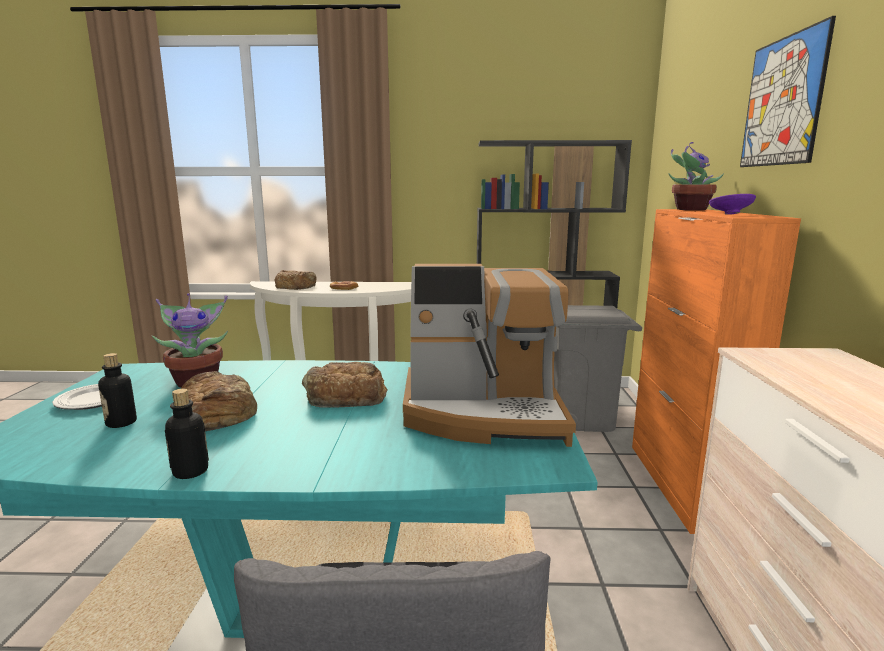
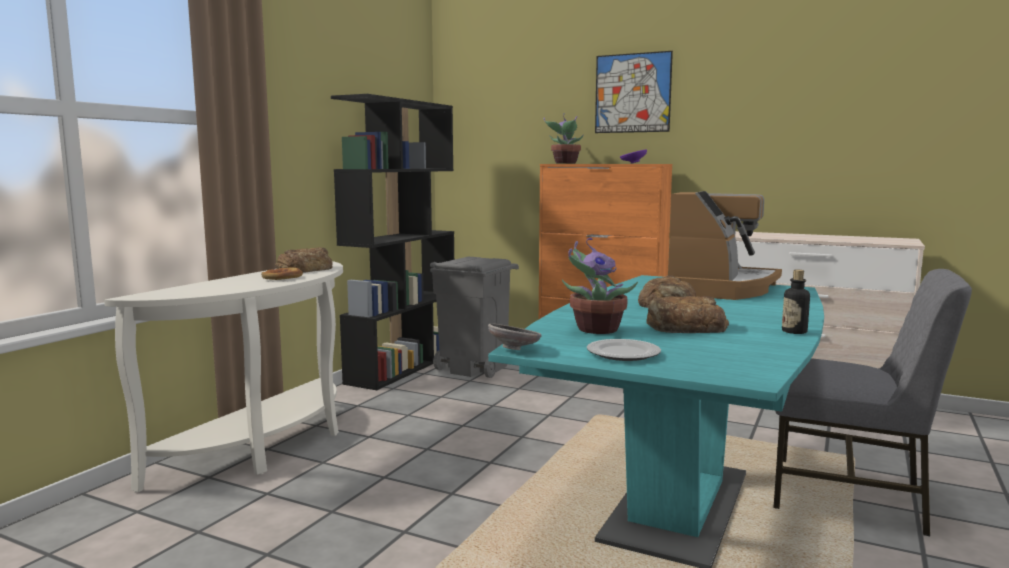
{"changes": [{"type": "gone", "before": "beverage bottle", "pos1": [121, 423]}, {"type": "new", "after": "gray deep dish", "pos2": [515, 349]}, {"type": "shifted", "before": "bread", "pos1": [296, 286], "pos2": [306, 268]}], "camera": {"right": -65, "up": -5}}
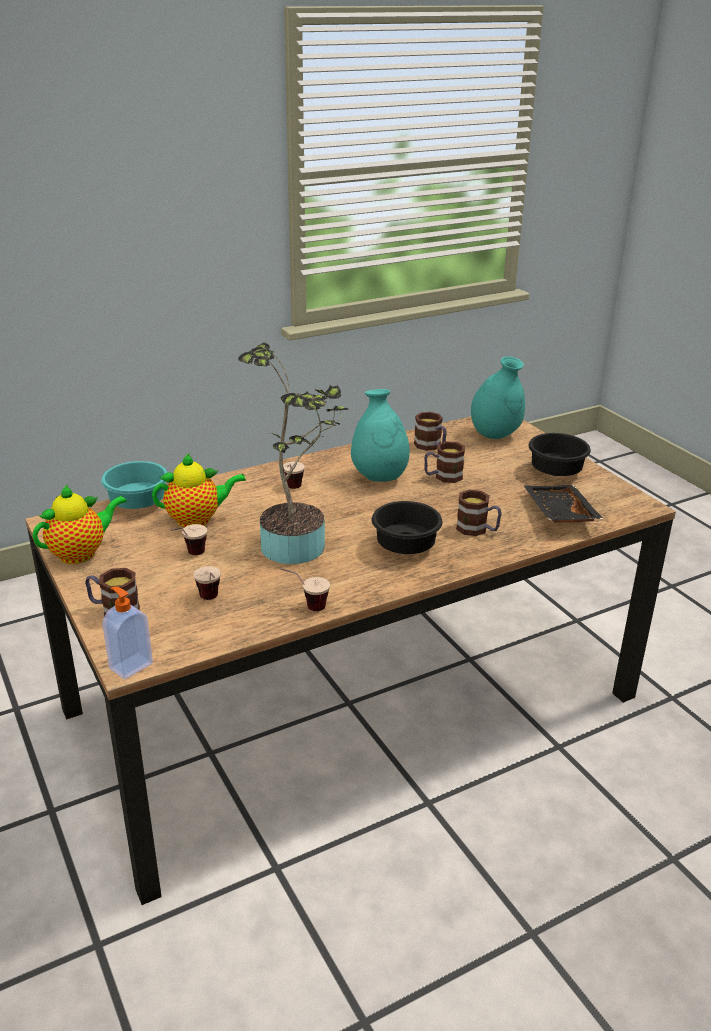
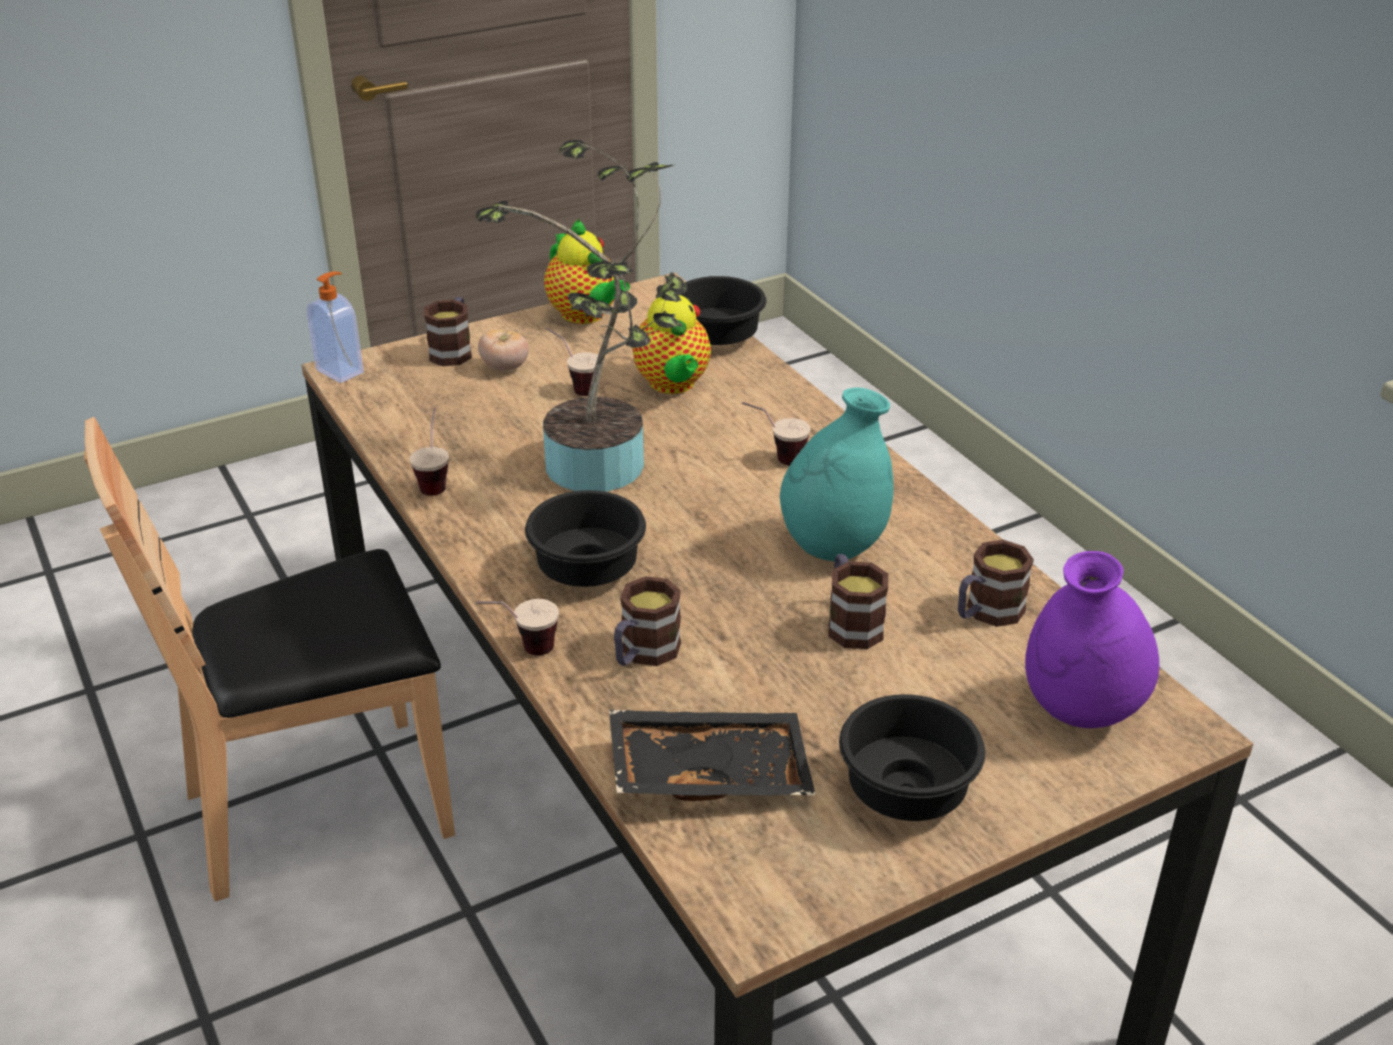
{"changes": [{"type": "new", "after": "brown-coloured upright chair", "pos2": [322, 808]}, {"type": "new", "after": "fresh tomato", "pos2": [504, 368]}, {"type": "shifted", "before": "small cup", "pos1": [211, 601], "pos2": [521, 651]}, {"type": "repainted", "before": "turquoise-coloured deep dish", "after": "blackish deep dish", "pos1": [136, 504], "pos2": [715, 337]}, {"type": "repainted", "before": "turquoise-coloured vase", "after": "purple-coloured vase", "pos1": [495, 435], "pos2": [1080, 711]}], "camera": {"right": 90, "up": 5}}
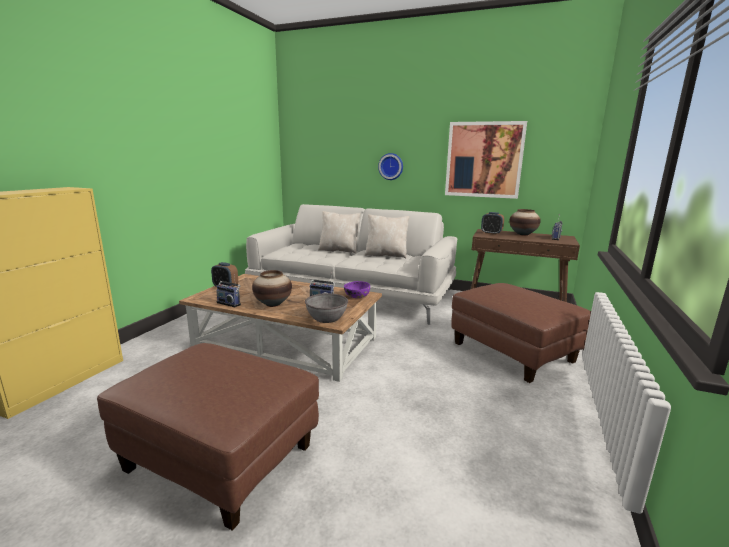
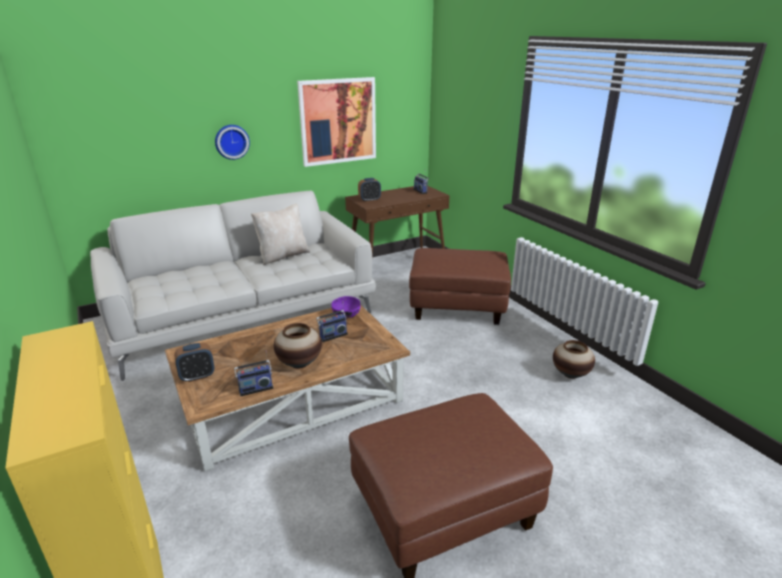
{"changes": [{"type": "gone", "before": "gray deep dish", "pos1": [326, 318]}, {"type": "gone", "before": "sand-coloured pillow", "pos1": [339, 250]}, {"type": "shifted", "before": "vase", "pos1": [522, 234], "pos2": [570, 374]}], "camera": {"right": -50, "up": 10}}
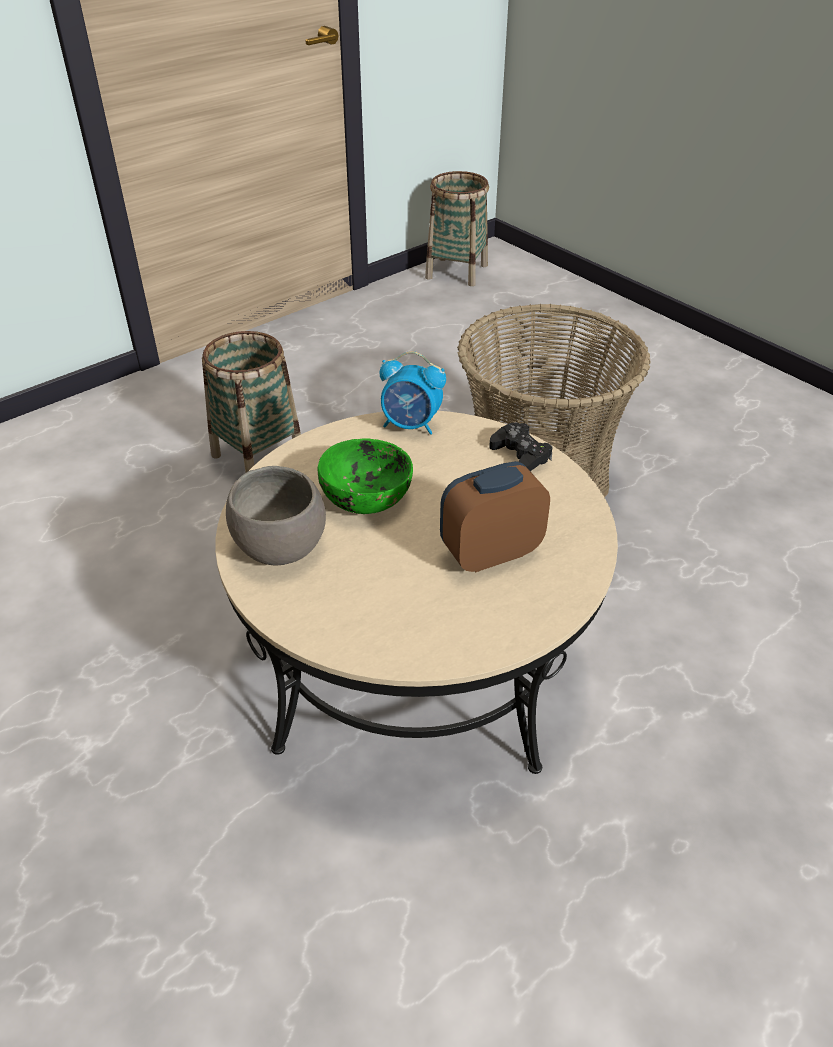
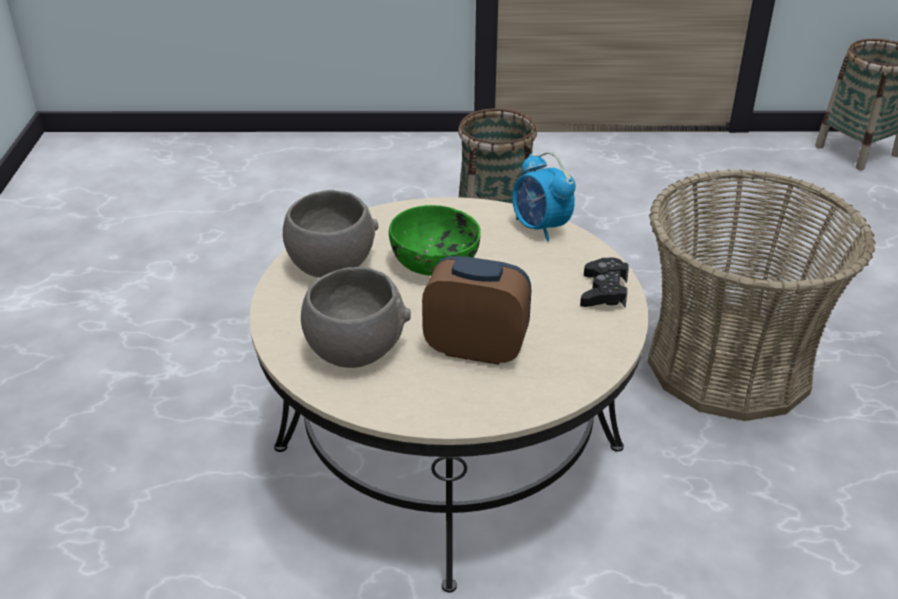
{"changes": [{"type": "new", "after": "gray deep dish", "pos2": [355, 348]}], "camera": {"right": 40, "up": -5}}
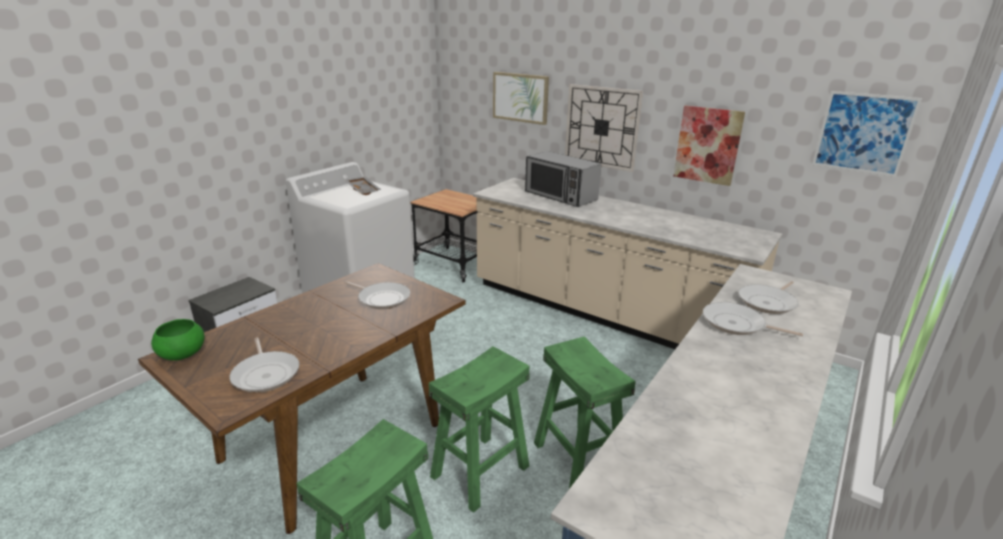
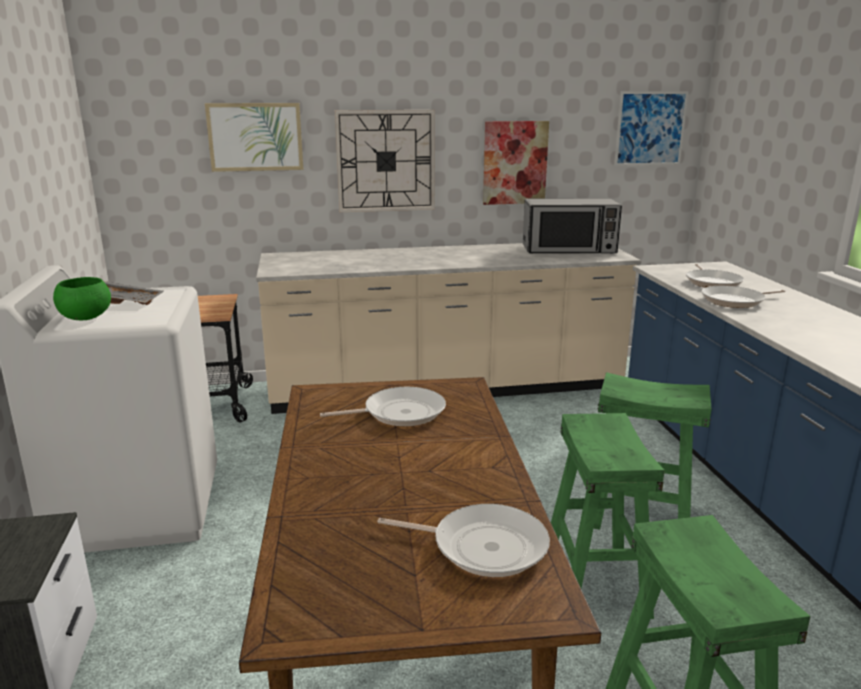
{"changes": [{"type": "shifted", "before": "green deep dish", "pos1": [182, 355], "pos2": [85, 318]}, {"type": "shifted", "before": "kitchen microwave", "pos1": [560, 196], "pos2": [569, 250]}], "camera": {"right": -45, "up": -5}}
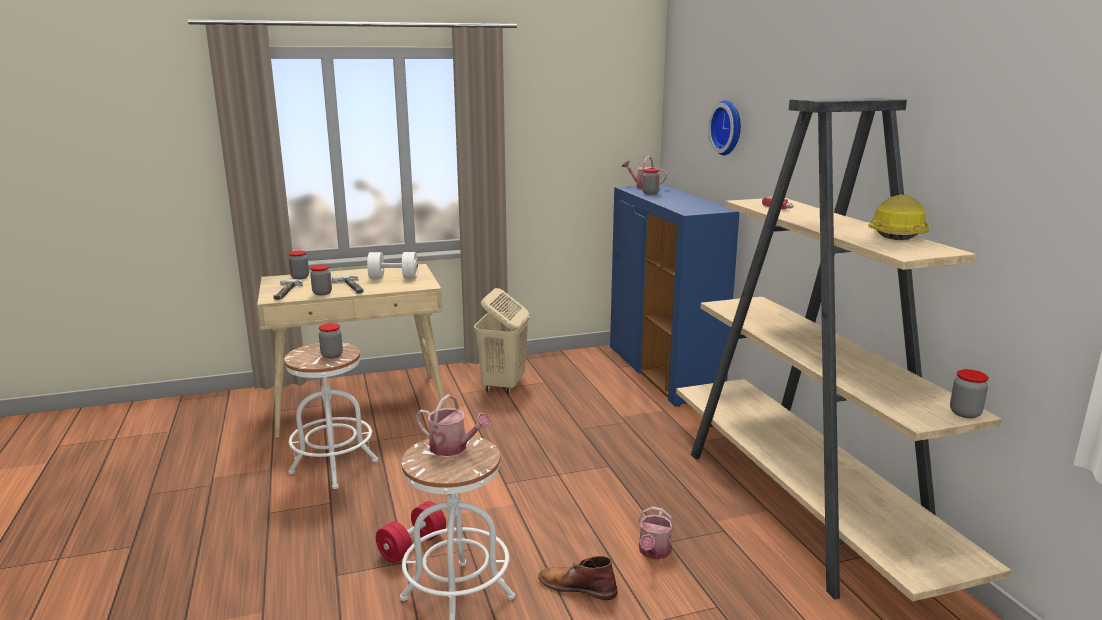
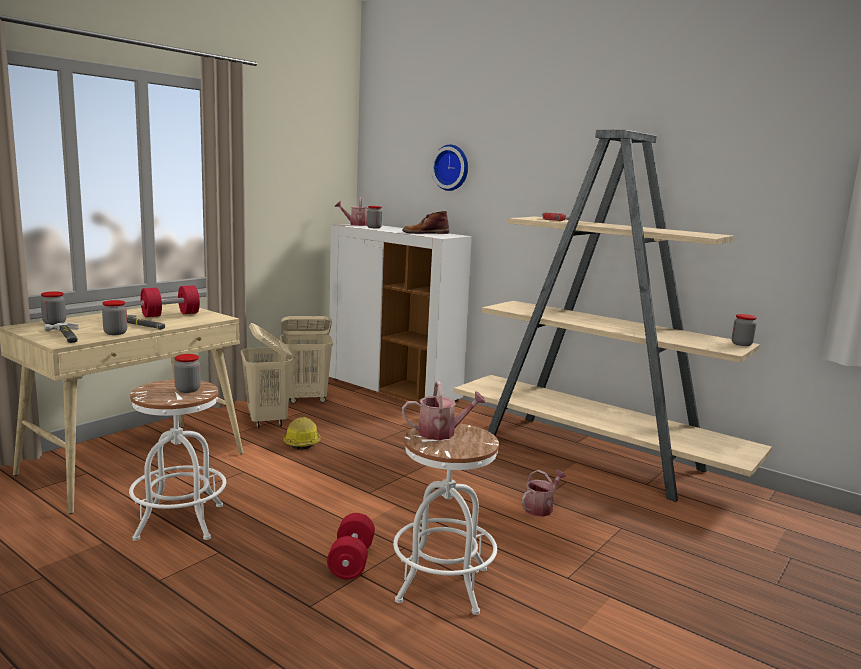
{"changes": [{"type": "new", "after": "sand-coloured hamper", "pos2": [306, 399]}, {"type": "shifted", "before": "brown-coloured high-top boot", "pos1": [577, 586], "pos2": [425, 233]}, {"type": "shifted", "before": "hard hat", "pos1": [897, 233], "pos2": [302, 442]}, {"type": "repainted", "before": "white-coloured dumbbell", "after": "reddish dumbbell", "pos1": [393, 278], "pos2": [170, 315]}, {"type": "repainted", "before": "blue cupboard", "after": "white-coloured cupboard", "pos1": [664, 374], "pos2": [394, 389]}, {"type": "rotated", "before": "watering can", "pos1": [653, 552], "pos2": [541, 508], "turn": -120}], "camera": {"right": -35, "up": -5}}
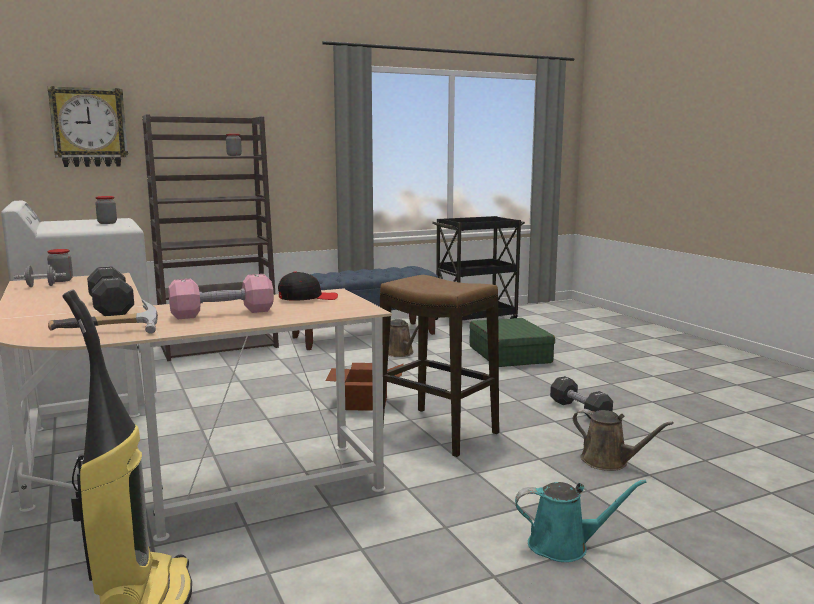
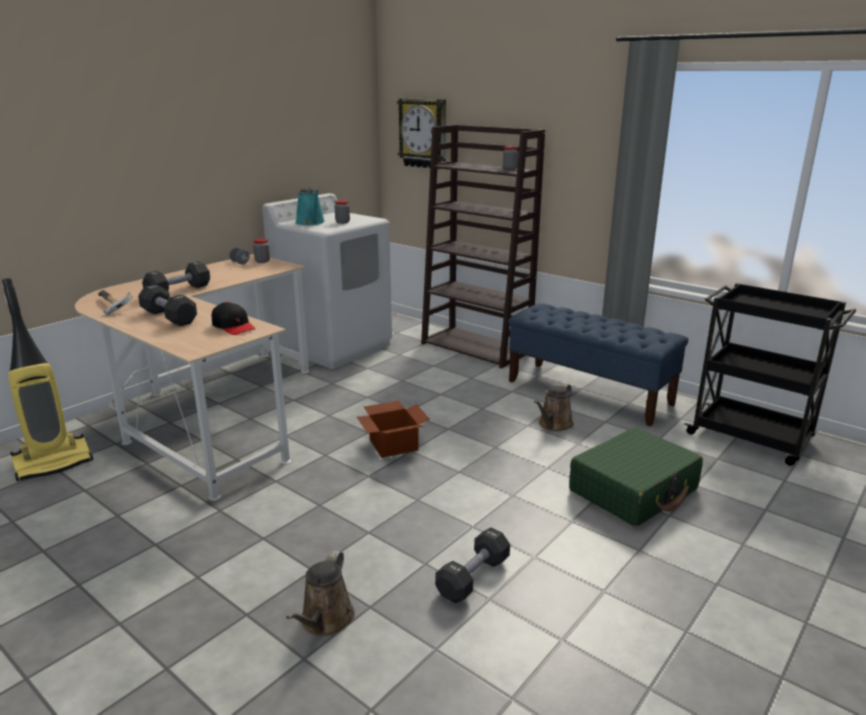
{"changes": [{"type": "gone", "before": "stool", "pos1": [437, 432]}, {"type": "shifted", "before": "turquoise-coloured watering can", "pos1": [564, 545], "pos2": [311, 223]}, {"type": "repainted", "before": "pink-coloured dumbbell", "after": "blackish dumbbell", "pos1": [222, 313], "pos2": [169, 317]}], "camera": {"right": 65, "up": 10}}
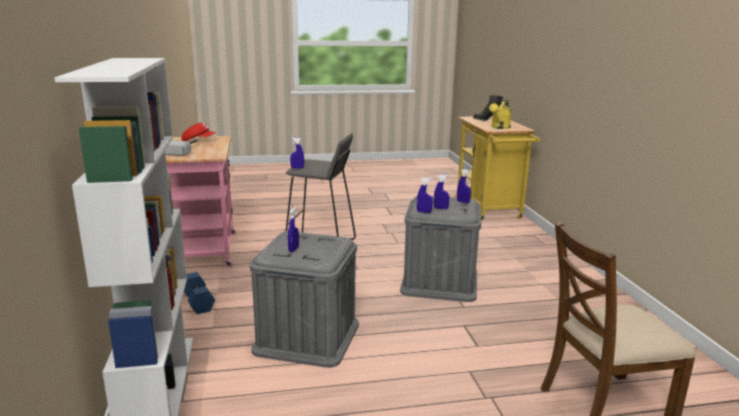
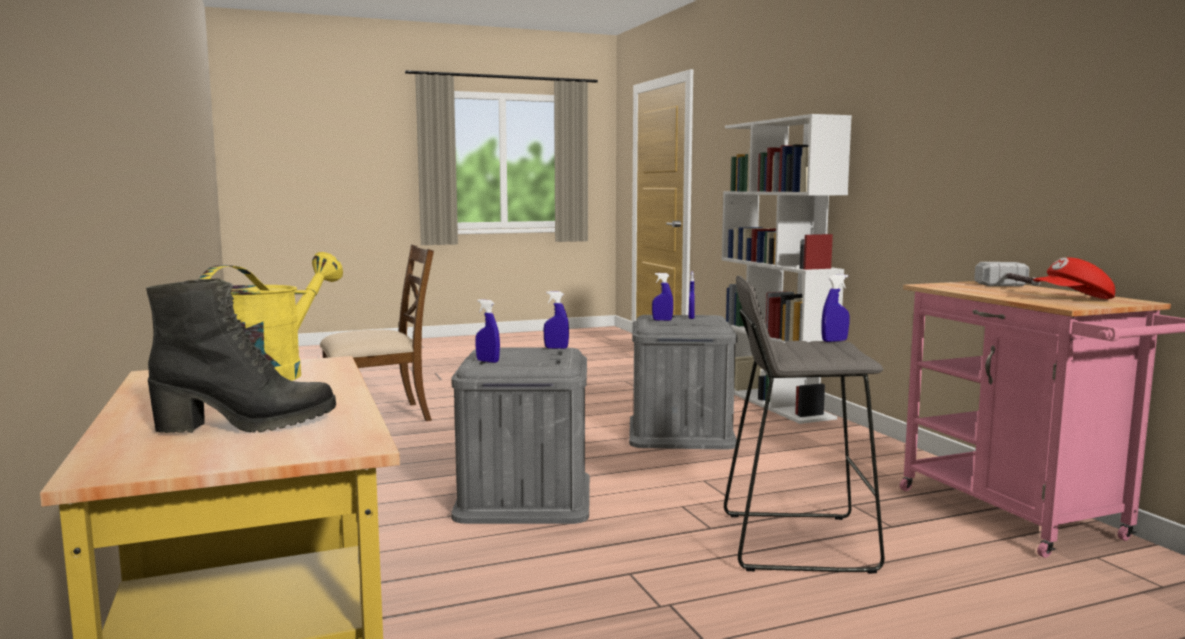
{"changes": [{"type": "gone", "before": "blue dumbbell", "pos1": [197, 302]}, {"type": "shifted", "before": "blue hand sprayer", "pos1": [440, 208], "pos2": [662, 320]}], "camera": {"right": 170, "up": -10}}
